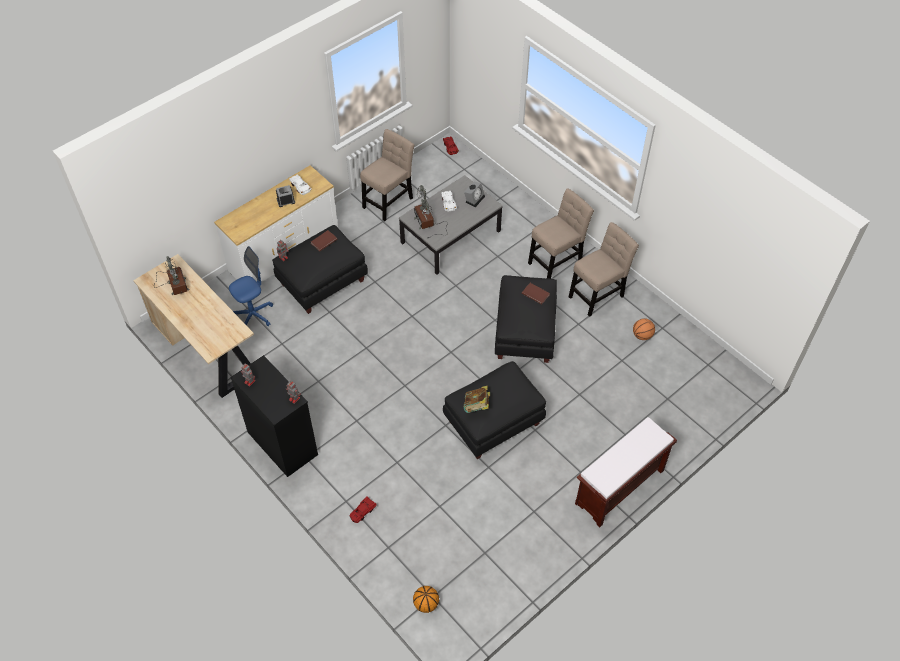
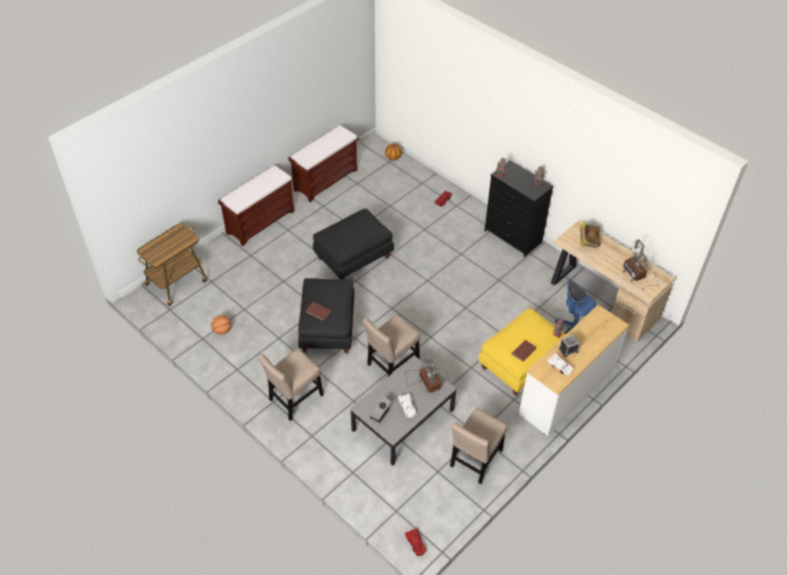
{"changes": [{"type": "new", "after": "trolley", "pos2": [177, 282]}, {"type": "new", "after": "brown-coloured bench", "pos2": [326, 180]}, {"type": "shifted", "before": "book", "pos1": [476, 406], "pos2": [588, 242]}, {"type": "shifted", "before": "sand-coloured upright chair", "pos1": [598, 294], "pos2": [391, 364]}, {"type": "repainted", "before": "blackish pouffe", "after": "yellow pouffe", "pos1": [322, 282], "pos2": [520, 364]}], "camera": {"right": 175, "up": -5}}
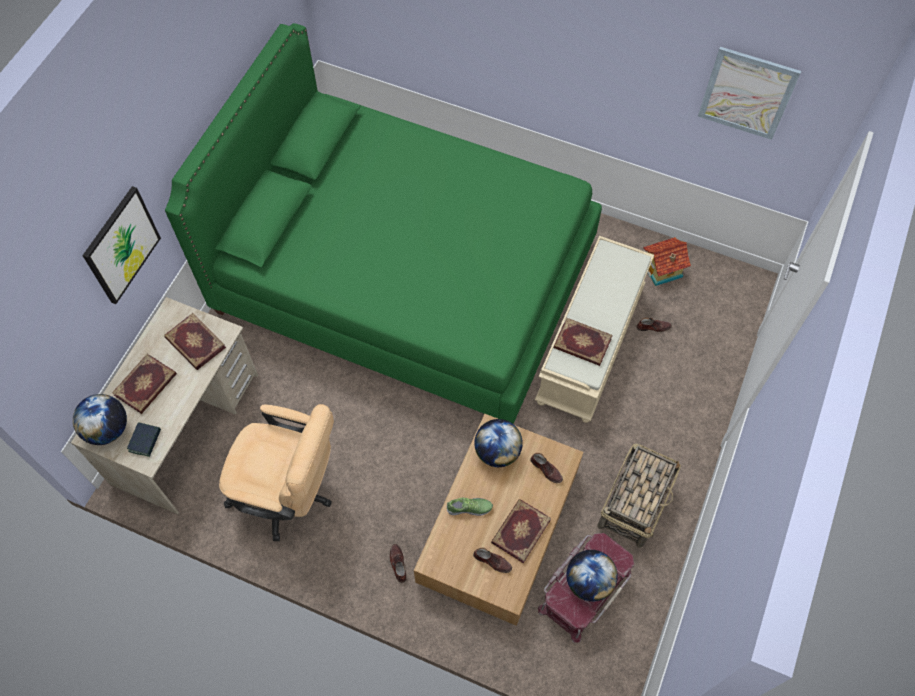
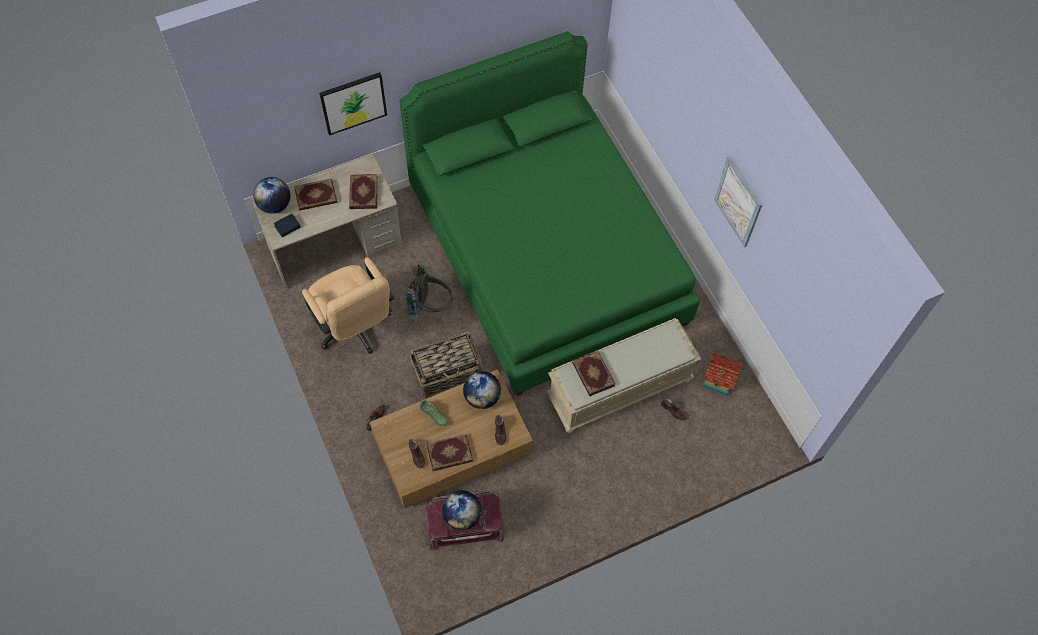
{"changes": [{"type": "new", "after": "gray backpack", "pos2": [431, 306]}, {"type": "shifted", "before": "household basket", "pos1": [634, 503], "pos2": [447, 373]}, {"type": "shifted", "before": "wall picture", "pos1": [747, 93], "pos2": [738, 201]}], "camera": {"right": 40, "up": 0}}
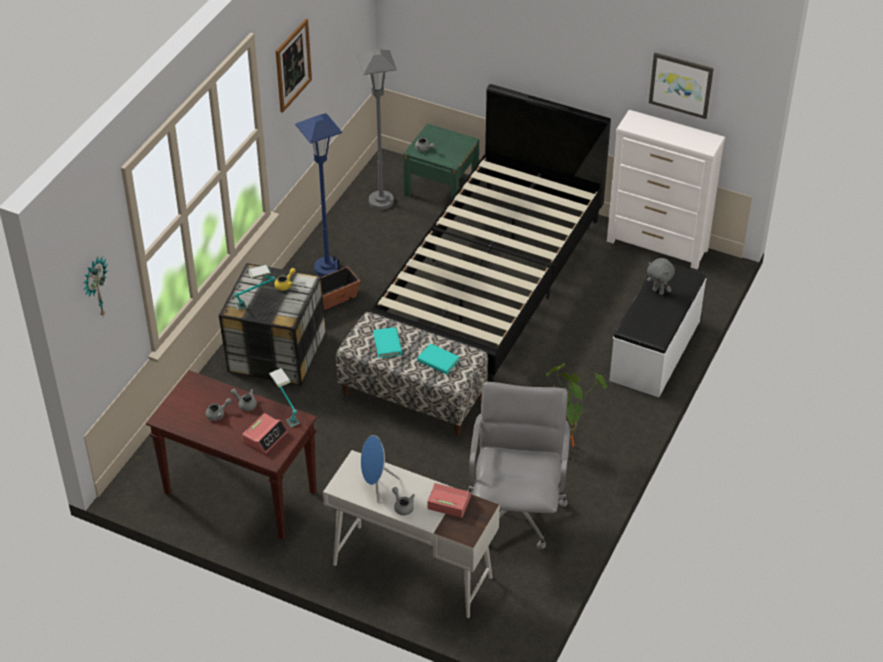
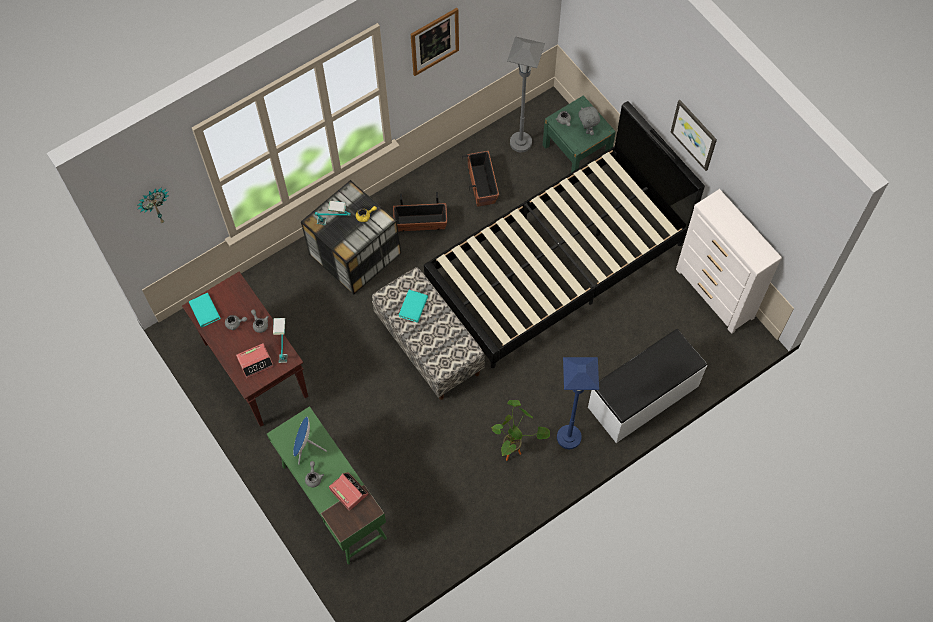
{"changes": [{"type": "gone", "before": "gray desk chair", "pos1": [516, 511]}, {"type": "new", "after": "planter", "pos2": [482, 185]}, {"type": "shifted", "before": "blue standard lamp", "pos1": [327, 268], "pos2": [568, 437]}, {"type": "shifted", "before": "turquoise-coloured book", "pos1": [438, 361], "pos2": [204, 311]}, {"type": "shifted", "before": "gray soft toy", "pos1": [658, 291], "pos2": [587, 130]}, {"type": "shifted", "before": "wall picture", "pos1": [681, 84], "pos2": [694, 134]}, {"type": "repainted", "before": "white-coloured desk table", "after": "green desk table", "pos1": [411, 570], "pos2": [333, 501]}], "camera": {"right": 30, "up": 20}}
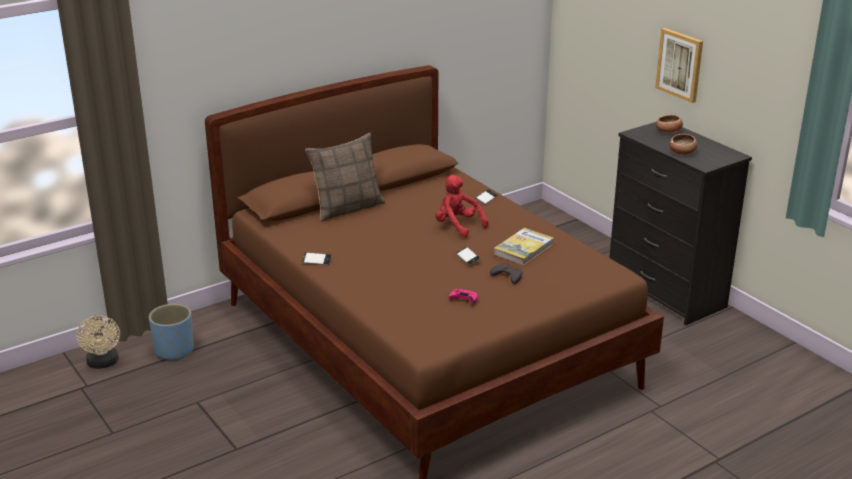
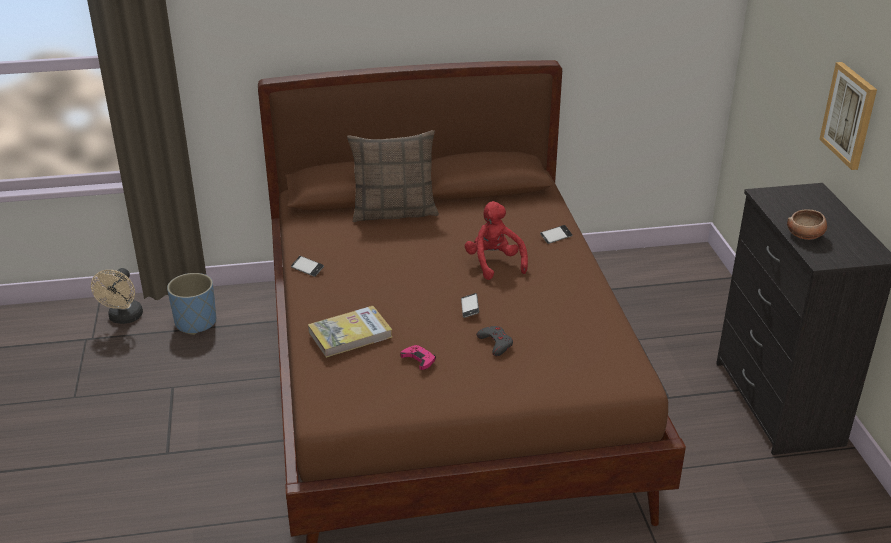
{"changes": [{"type": "gone", "before": "deep dish", "pos1": [668, 132]}, {"type": "shifted", "before": "book", "pos1": [523, 249], "pos2": [350, 334]}], "camera": {"right": 25, "up": 5}}
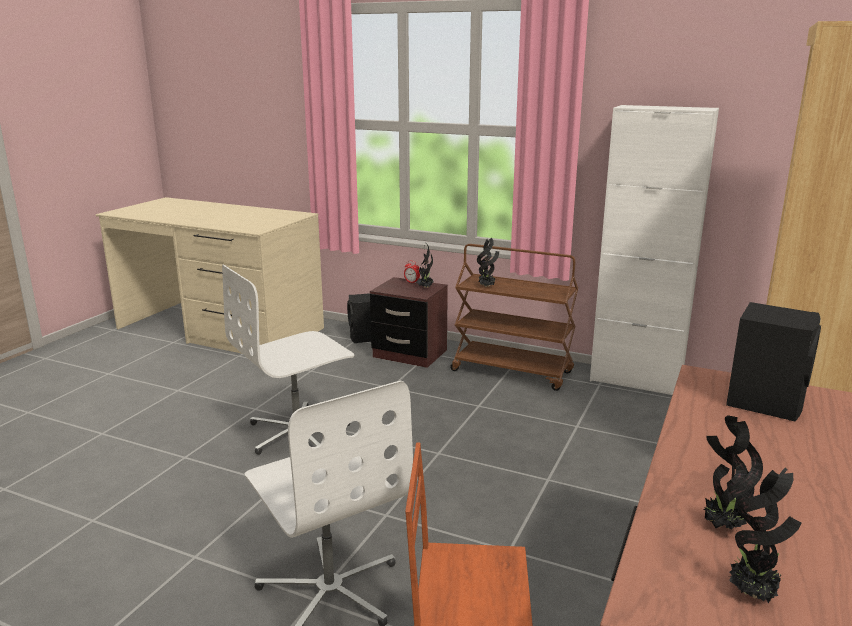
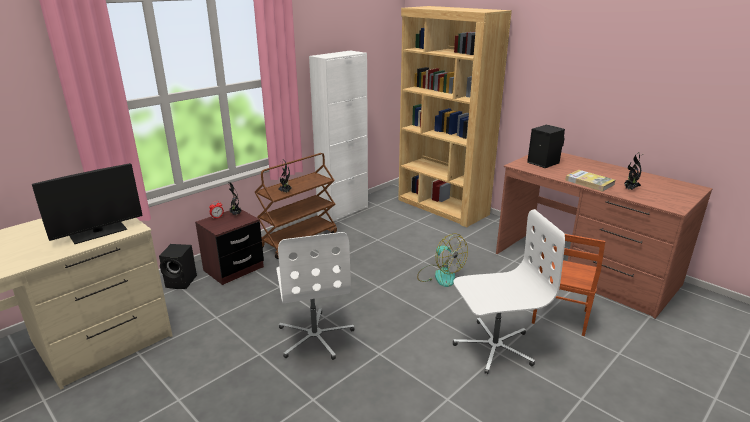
{"changes": [{"type": "gone", "before": "houseplant", "pos1": [753, 595]}, {"type": "new", "after": "computer display", "pos2": [98, 232]}, {"type": "new", "after": "electric fan", "pos2": [440, 275]}, {"type": "new", "after": "book", "pos2": [589, 182]}], "camera": {"right": -70, "up": 5}}
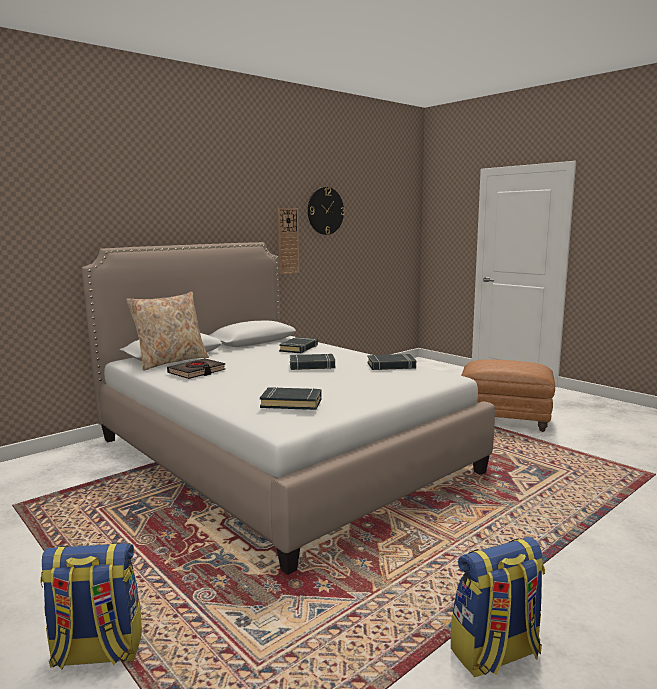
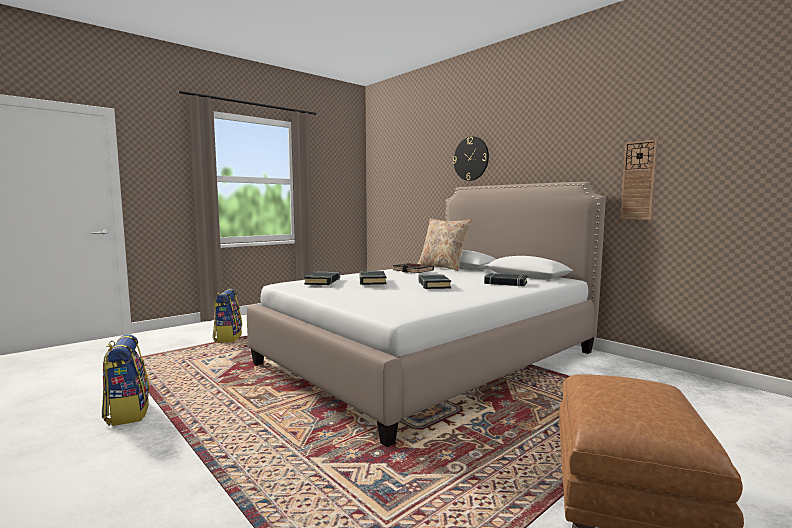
{"changes": [{"type": "shifted", "before": "hanging clock", "pos1": [325, 211], "pos2": [471, 158]}, {"type": "shifted", "before": "blackish book", "pos1": [391, 366], "pos2": [372, 281]}], "camera": {"right": 90, "up": -5}}
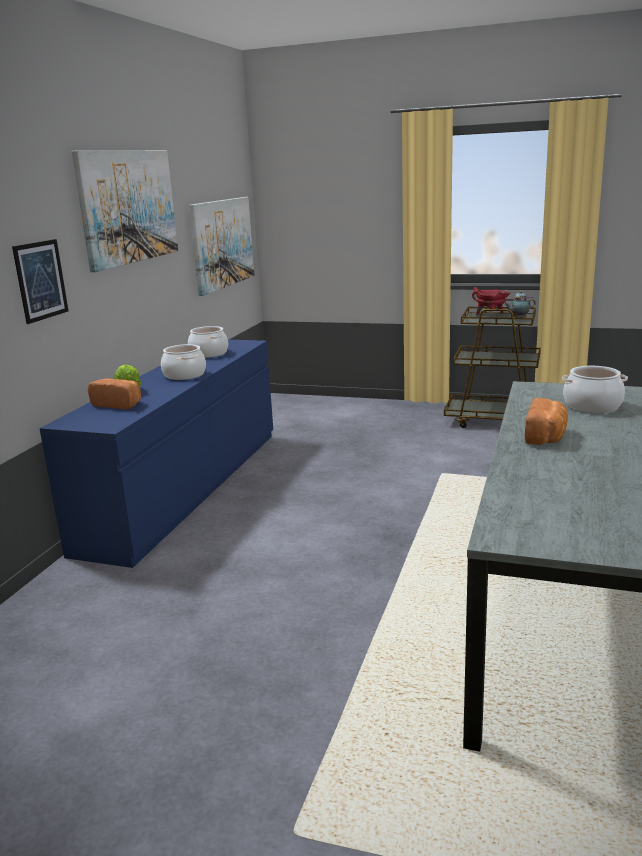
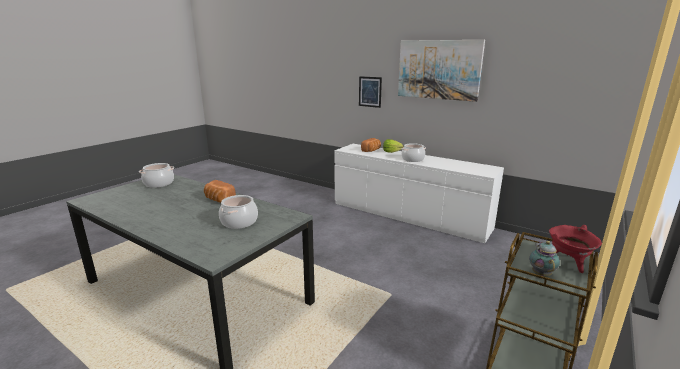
{"changes": [{"type": "gone", "before": "wall picture", "pos1": [222, 243]}, {"type": "shifted", "before": "stockpot", "pos1": [208, 353], "pos2": [159, 183]}, {"type": "repainted", "before": "blue chest of drawers", "after": "white-coloured chest of drawers", "pos1": [186, 487], "pos2": [408, 215]}], "camera": {"right": 105, "up": 0}}
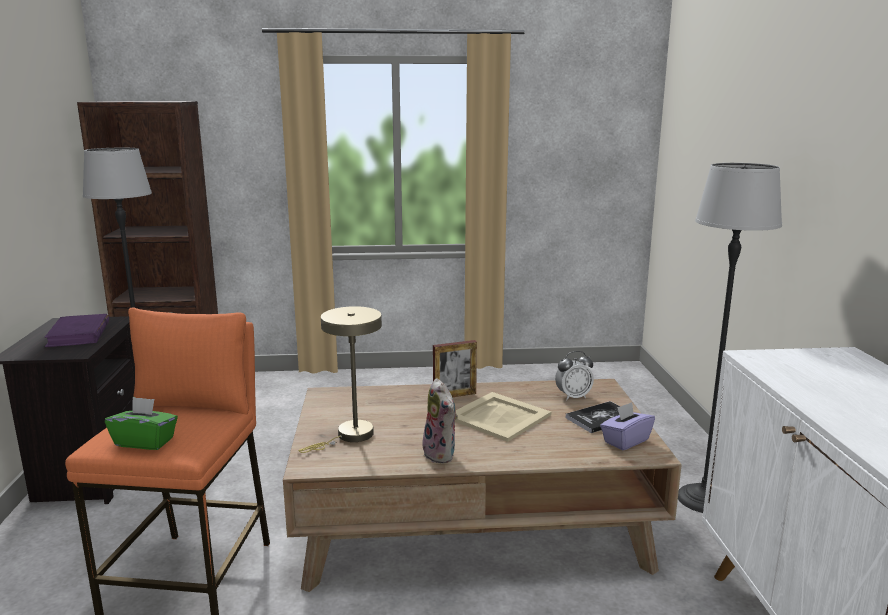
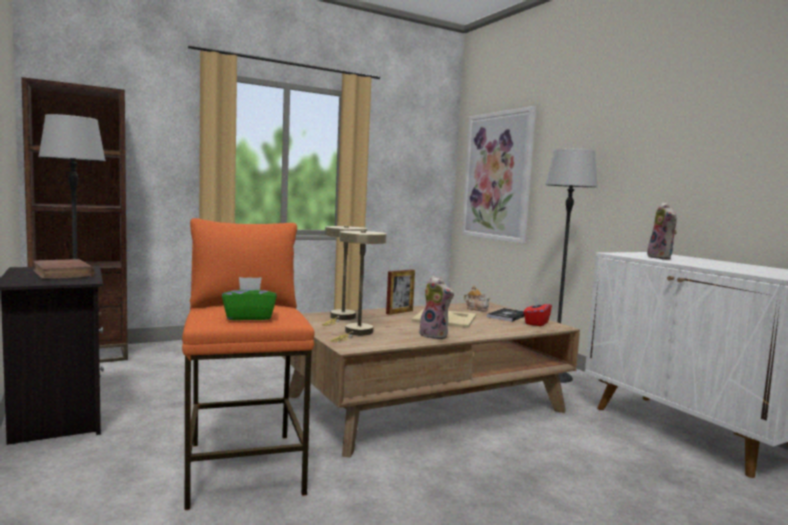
{"changes": [{"type": "new", "after": "sand-coloured tabletop lamp", "pos2": [341, 318]}, {"type": "new", "after": "wall picture", "pos2": [497, 176]}, {"type": "new", "after": "soft toy", "pos2": [661, 258]}, {"type": "swapped", "before": "alarm clock", "after": "tea pot", "pos1": [573, 397], "pos2": [476, 309]}, {"type": "repainted", "before": "purple-coloured book", "after": "brown-coloured book", "pos1": [79, 334], "pos2": [63, 273]}, {"type": "repainted", "before": "purple-coloured tissue holder", "after": "reddish tissue holder", "pos1": [625, 441], "pos2": [536, 323]}], "camera": {"right": -25, "up": -10}}
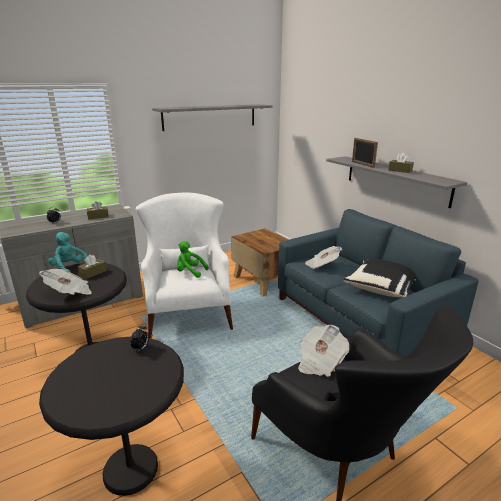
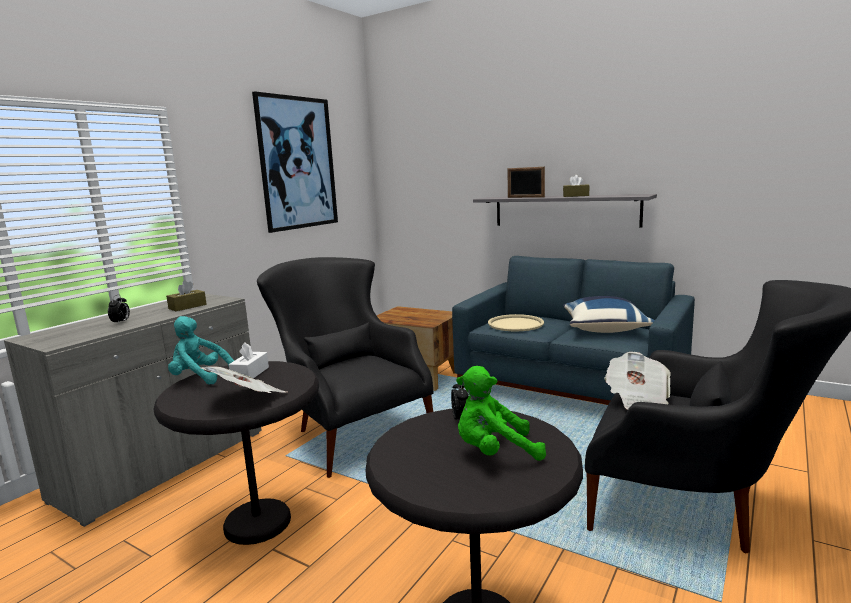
{"changes": [{"type": "shifted", "before": "green soft toy", "pos1": [190, 272], "pos2": [494, 452]}, {"type": "swapped", "before": "gray wall shelf", "after": "wall picture", "pos1": [210, 117], "pos2": [297, 163]}, {"type": "swapped", "before": "newspaper", "after": "sand-coloured serving tray", "pos1": [322, 265], "pos2": [515, 324]}, {"type": "repainted", "before": "brown-coloured tissue holder", "after": "white-coloured tissue holder", "pos1": [93, 273], "pos2": [250, 373]}, {"type": "repainted", "before": "white-coloured easy chair", "after": "blackish easy chair", "pos1": [188, 310], "pos2": [349, 429]}, {"type": "repainted", "before": "blackish pillow", "after": "blue pillow", "pos1": [382, 288], "pos2": [605, 329]}], "camera": {"right": -25, "up": -10}}
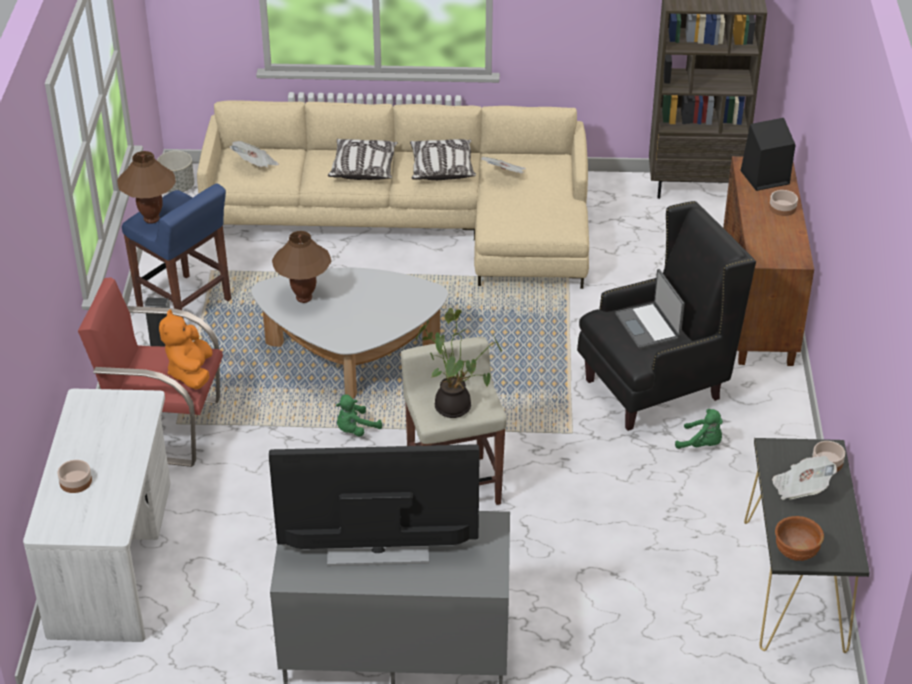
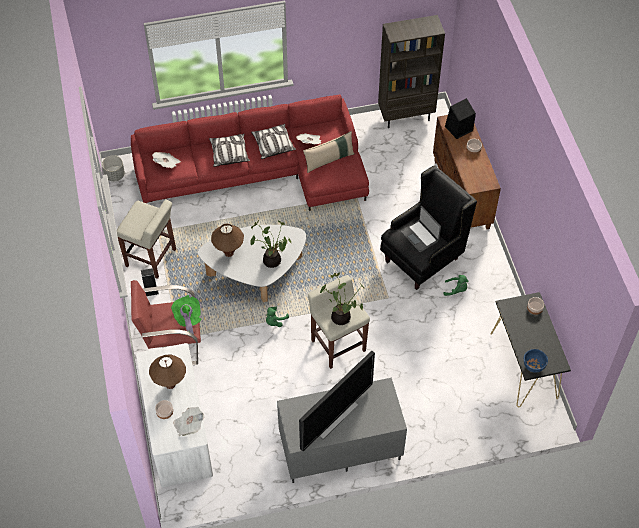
{"changes": [{"type": "new", "after": "houseplant", "pos2": [272, 259]}, {"type": "new", "after": "sand-coloured pillow", "pos2": [329, 160]}, {"type": "shifted", "before": "brown-coloured tabletop lamp", "pos1": [151, 219], "pos2": [170, 384]}, {"type": "shifted", "before": "newspaper", "pos1": [801, 488], "pos2": [189, 425]}, {"type": "swapped", "before": "orangey soft toy", "after": "green hat", "pos1": [191, 373], "pos2": [188, 318]}, {"type": "repainted", "before": "blue stool", "after": "sand-coloured stool", "pos1": [185, 305], "pos2": [151, 258]}, {"type": "repainted", "before": "sand-coloured settee", "after": "reddish settee", "pos1": [416, 221], "pos2": [260, 172]}, {"type": "repainted", "before": "brown-coloured deep dish", "after": "blue deep dish", "pos1": [795, 552], "pos2": [533, 366]}, {"type": "rotated", "before": "television", "pos1": [378, 552], "pos2": [334, 417], "turn": 150}], "camera": {"right": -15, "up": 15}}
